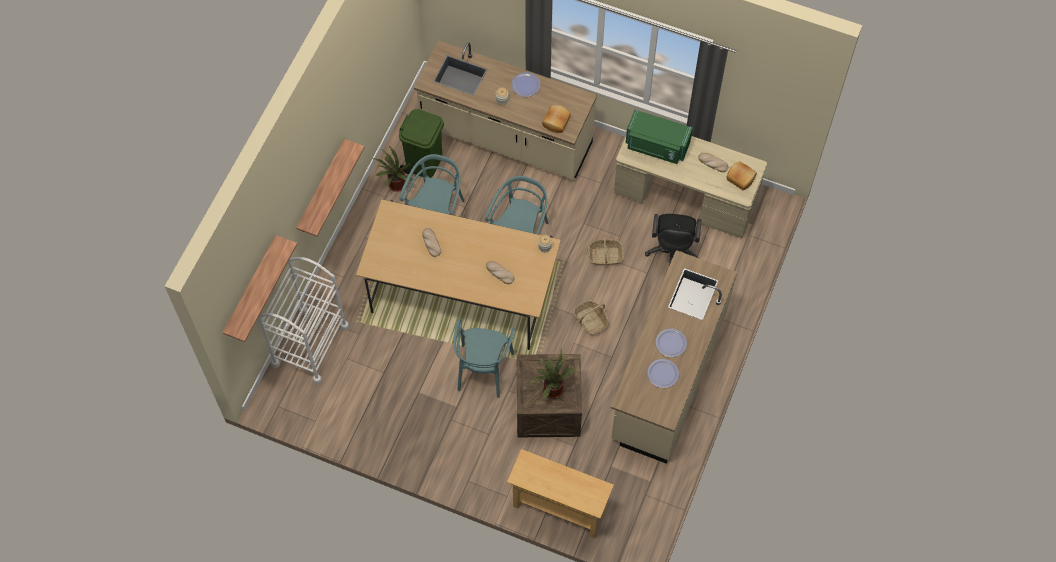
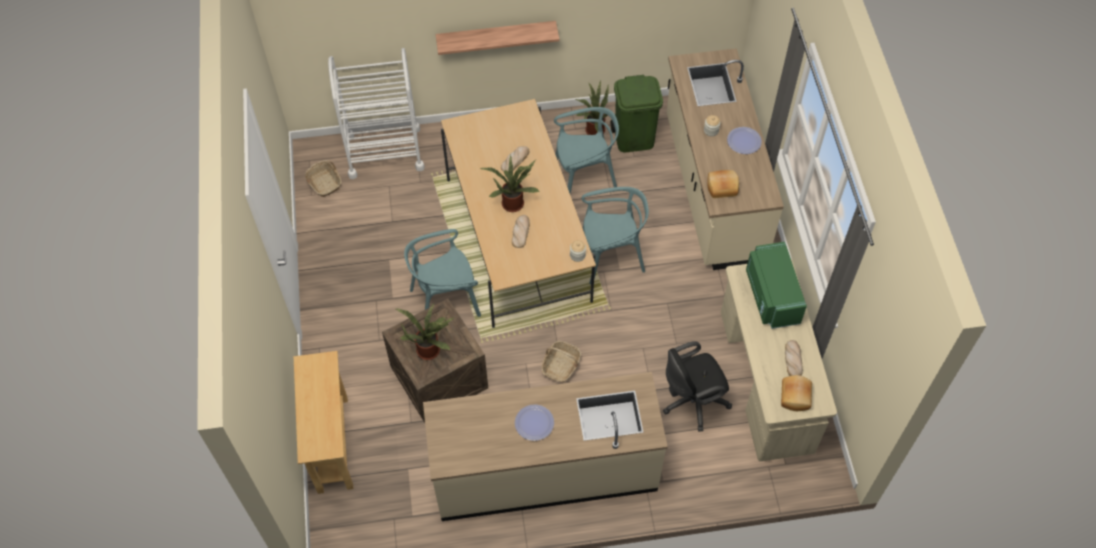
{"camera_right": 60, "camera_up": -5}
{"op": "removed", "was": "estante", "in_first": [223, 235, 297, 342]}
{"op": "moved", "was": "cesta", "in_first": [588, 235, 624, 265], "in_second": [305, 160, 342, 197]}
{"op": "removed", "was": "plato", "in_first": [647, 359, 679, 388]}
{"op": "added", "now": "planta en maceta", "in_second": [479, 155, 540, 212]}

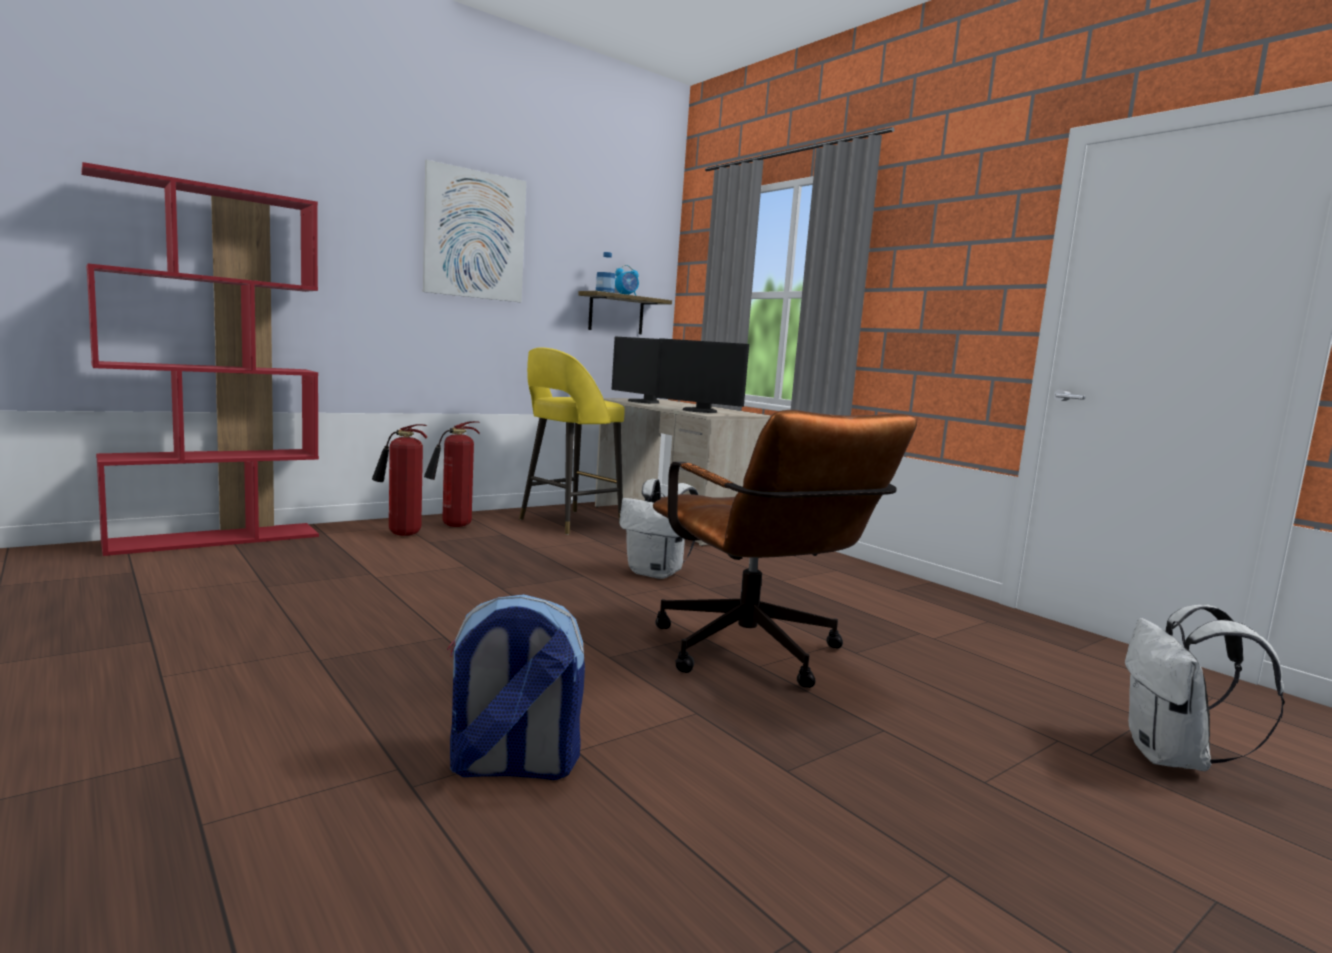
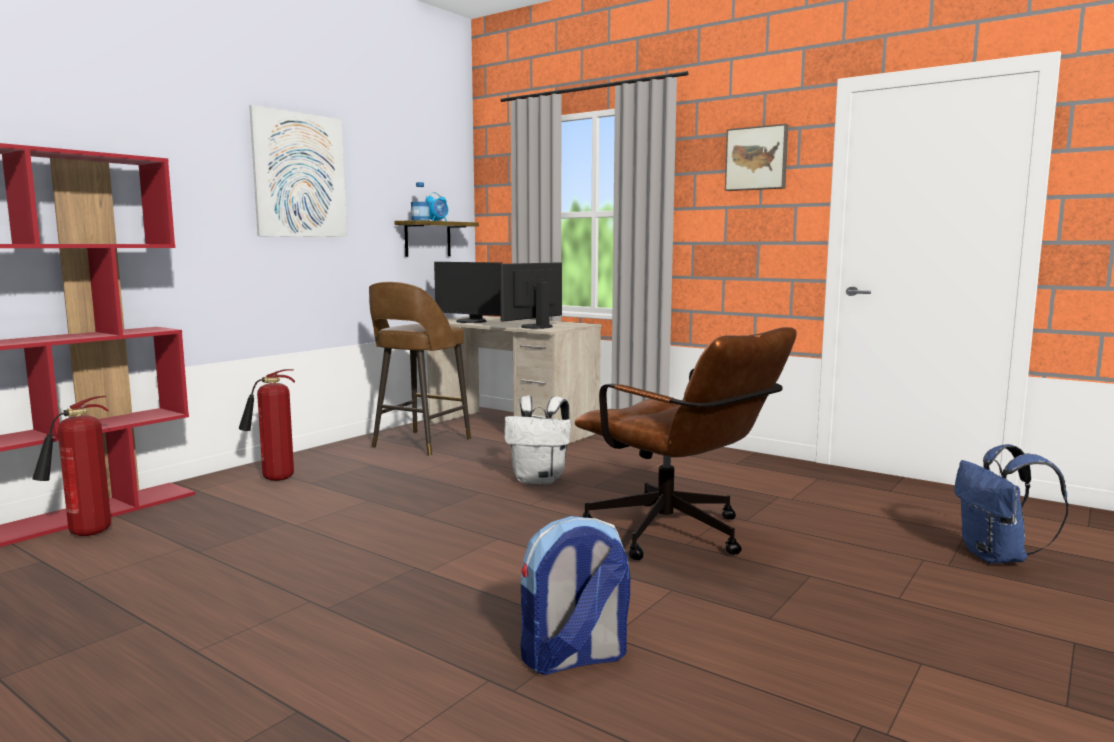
{"camera_right": -15, "camera_up": 0}
{"op": "moved", "was": "extintor", "in_first": [424, 421, 480, 527], "in_second": [32, 396, 111, 536]}
{"op": "recoloured", "was": "taburete [amarillo]", "now": "taburete [marrón]", "in_first": [519, 347, 625, 535], "in_second": [369, 282, 471, 456]}
{"op": "turned", "was": "monitor", "in_first": [655, 338, 749, 413], "in_second": [500, 262, 562, 329], "clockwise": 120}
{"op": "recoloured", "was": "mochila [blanco]", "now": "mochila [azul]", "in_first": [1125, 605, 1285, 771], "in_second": [954, 444, 1069, 564]}
{"op": "added", "now": "cuadro", "in_second": [725, 124, 788, 191]}

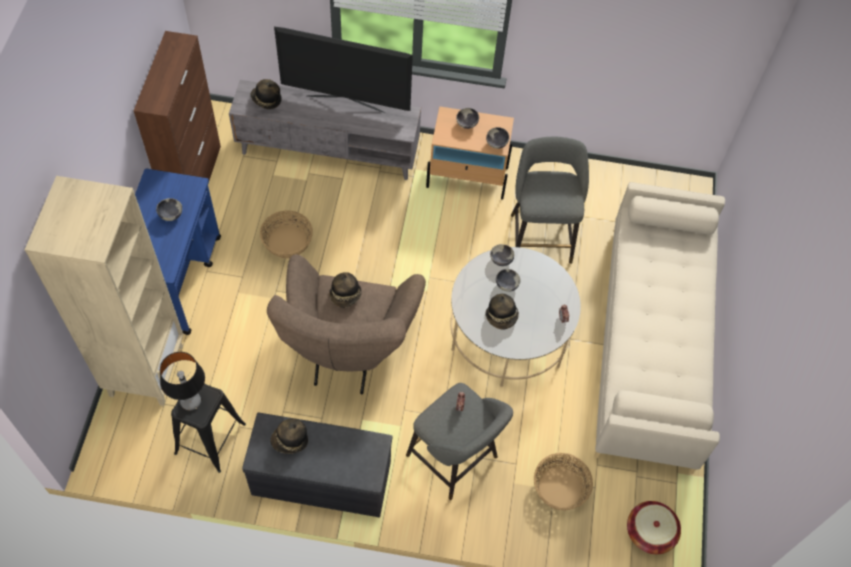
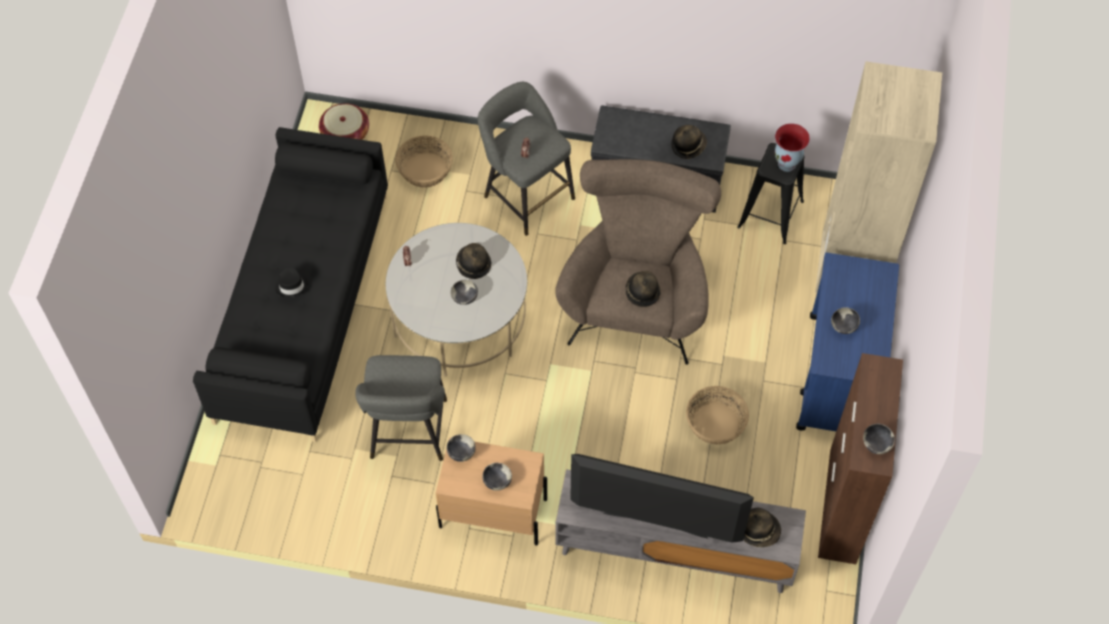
{"camera_right": -175, "camera_up": 0}
{"op": "replaced", "was": "lámpara de mesa", "now": "florero", "in_first": [160, 352, 205, 410], "in_second": [775, 123, 810, 172]}
{"op": "moved", "was": "cuenco", "in_first": [490, 244, 514, 266], "in_second": [863, 424, 895, 454]}
{"op": "recoloured", "was": "sofá [beis]", "now": "sofá [negro]", "in_first": [595, 182, 725, 474], "in_second": [193, 127, 388, 442]}
{"op": "added", "now": "sombrero [negro]", "in_second": [275, 267, 308, 297]}

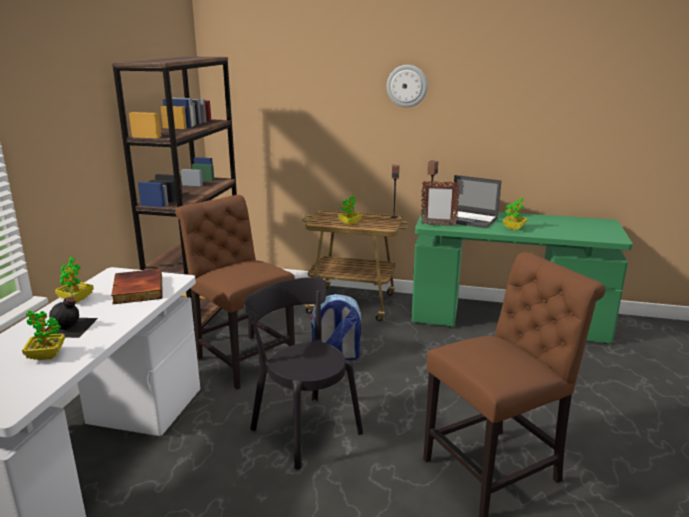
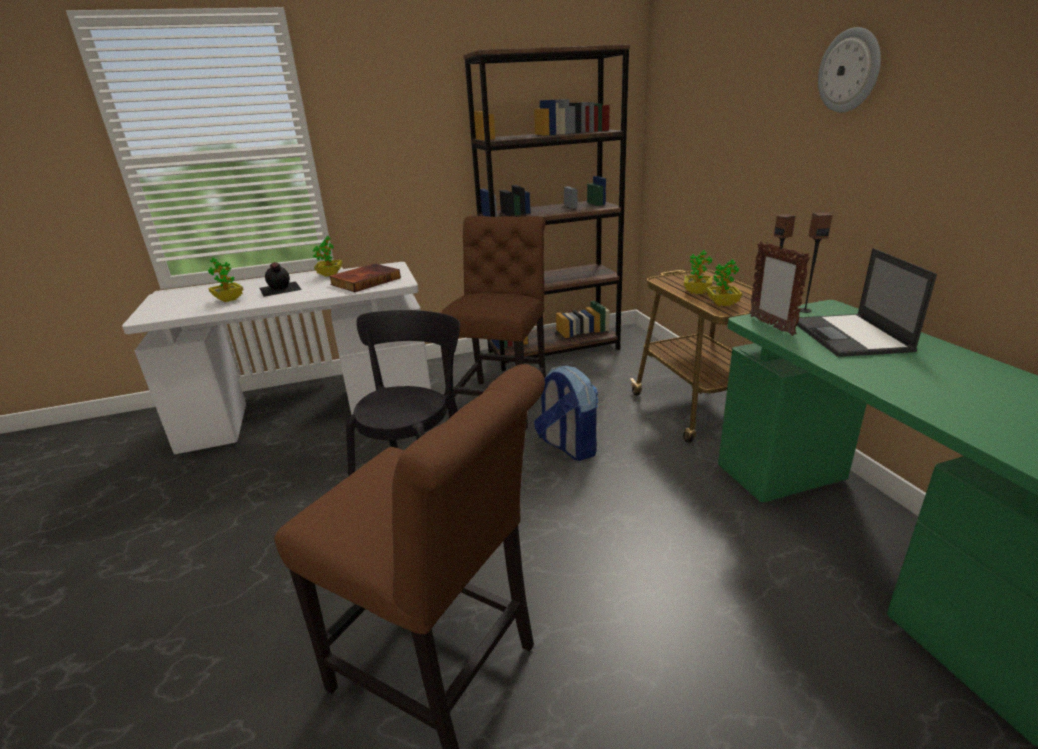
{"camera_right": 60, "camera_up": 5}
{"op": "moved", "was": "planta en maceta", "in_first": [503, 197, 527, 230], "in_second": [706, 259, 743, 306]}

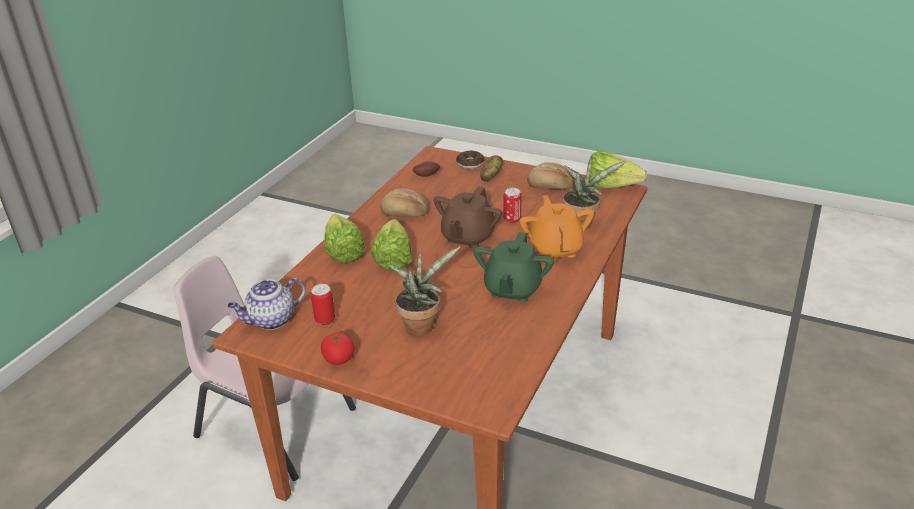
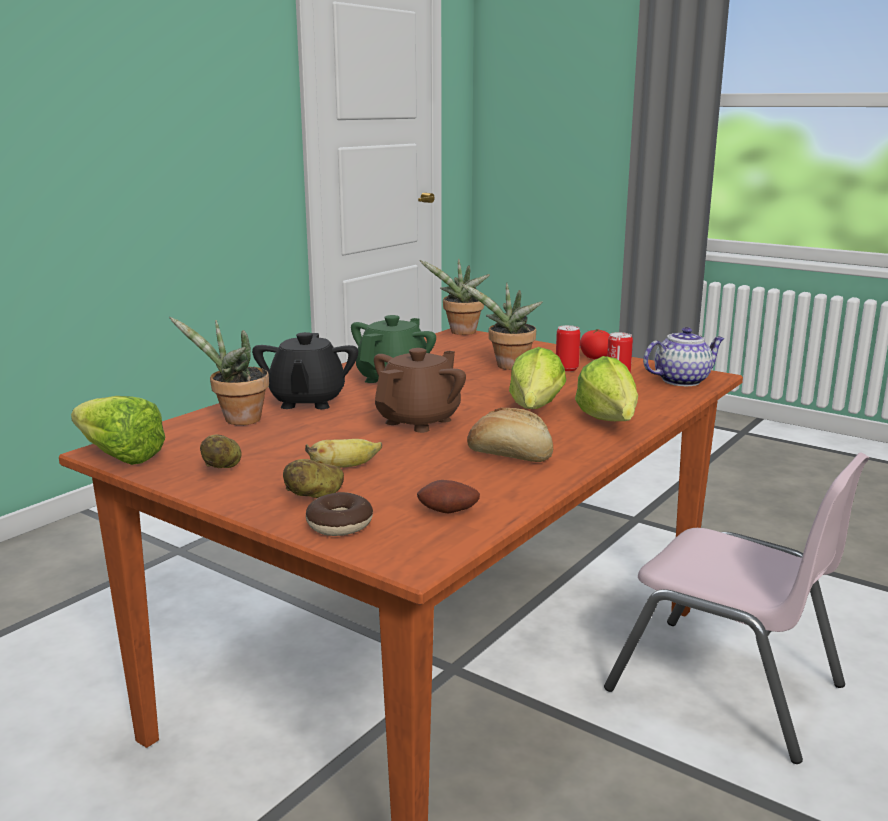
{"camera_right": -170, "camera_up": -15}
{"op": "moved", "was": "lata", "in_first": [503, 188, 521, 223], "in_second": [556, 325, 580, 372]}
{"op": "recoloured", "was": "tetera [naranja]", "now": "tetera [negro]", "in_first": [520, 195, 594, 258], "in_second": [252, 332, 358, 409]}
{"op": "replaced", "was": "pan", "now": "patata", "in_first": [527, 162, 574, 189], "in_second": [200, 434, 242, 468]}
{"op": "added", "now": "plátano", "in_second": [305, 439, 382, 468]}
{"op": "added", "now": "planta en maceta", "in_second": [419, 259, 490, 335]}

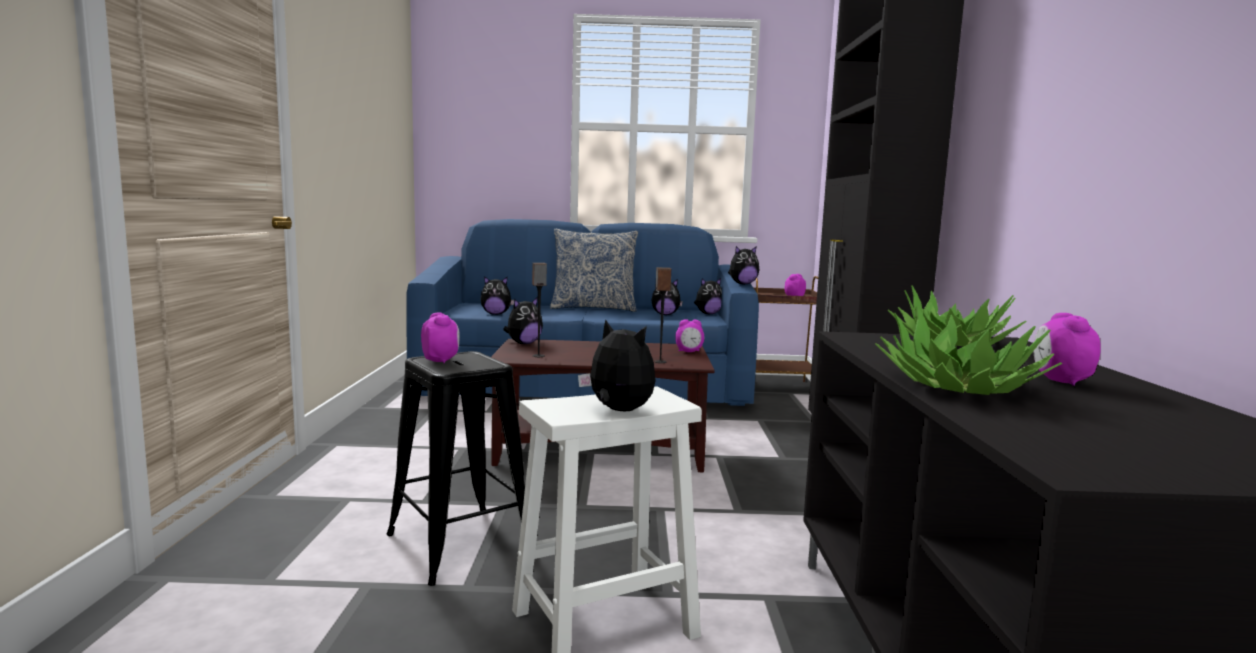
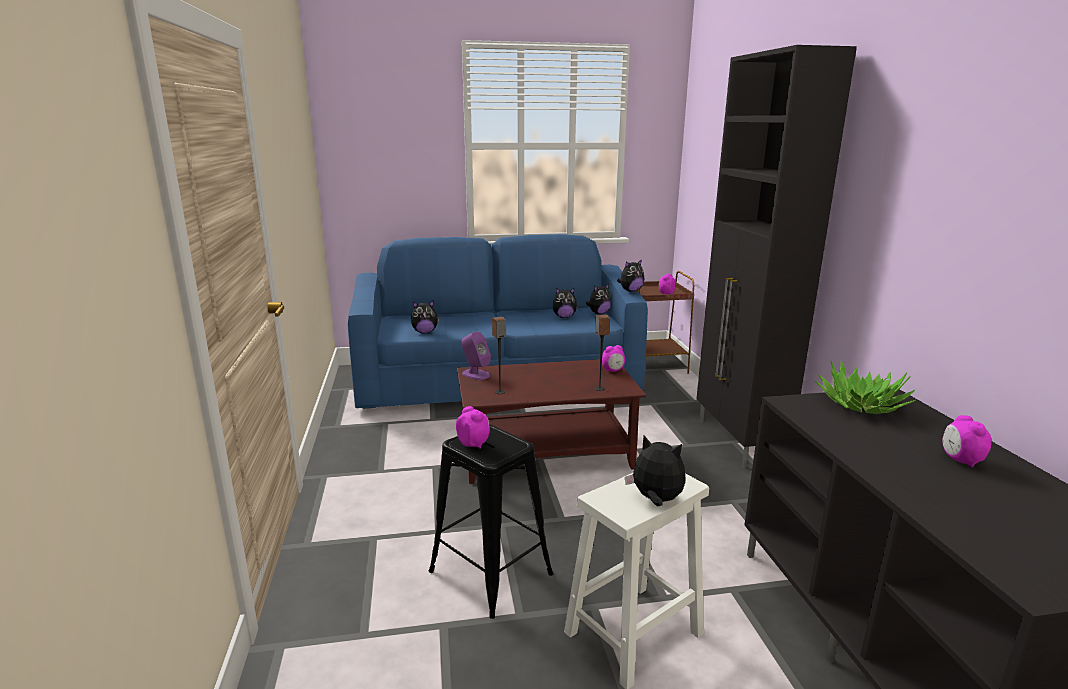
{"camera_right": -10, "camera_up": 10}
{"op": "replaced", "was": "peluche", "now": "altavoz [morado]", "in_first": [503, 297, 543, 344], "in_second": [461, 331, 491, 380]}
{"op": "removed", "was": "cojín", "in_first": [550, 229, 638, 312]}
{"op": "removed", "was": "planta en maceta", "in_first": [875, 307, 1062, 395]}

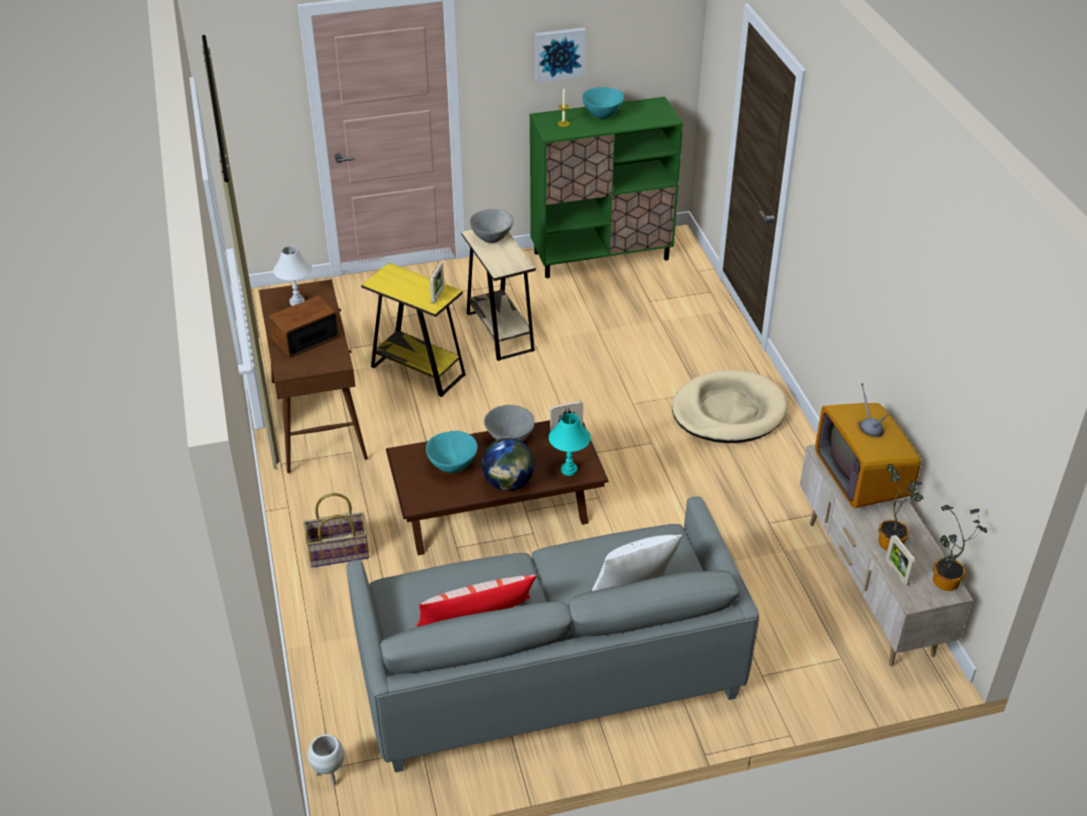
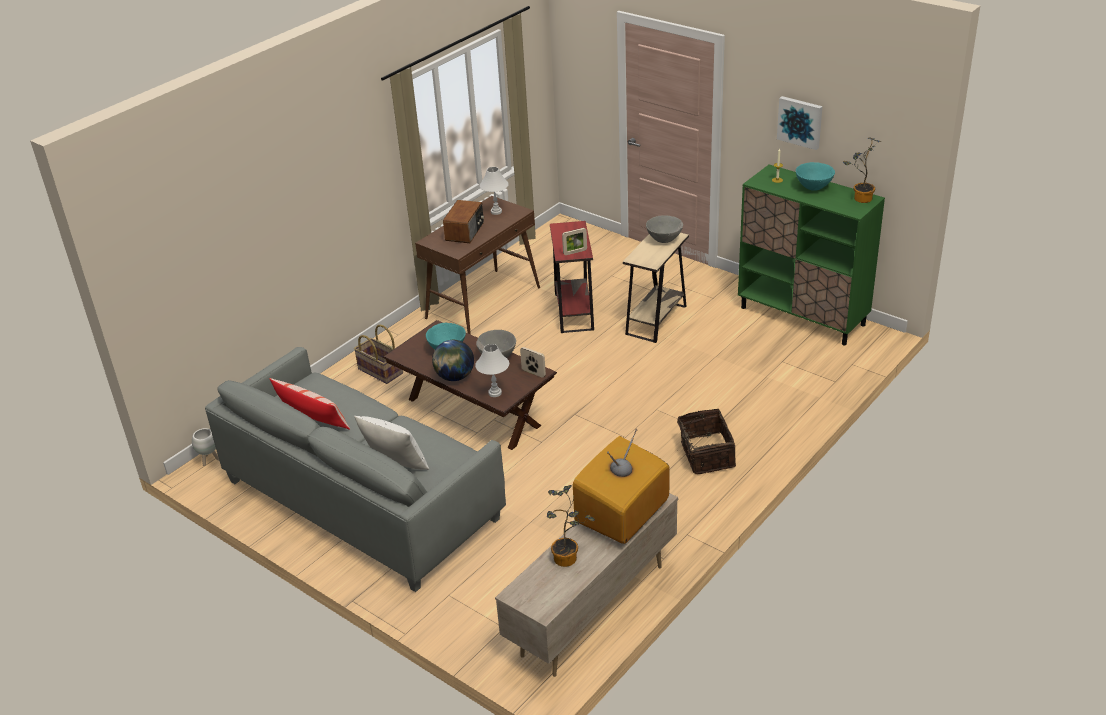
{"camera_right": 55, "camera_up": -5}
{"op": "turned", "was": "radio", "in_first": [269, 296, 340, 358], "in_second": [443, 200, 484, 243], "clockwise": 90}
{"op": "recoloured", "was": "mesa auxiliar [amarillo]", "now": "mesa auxiliar [rojo]", "in_first": [361, 263, 466, 397], "in_second": [550, 221, 594, 333]}
{"op": "recoloured", "was": "lámpara de mesa [turquesa]", "now": "lámpara de mesa [blanco]", "in_first": [549, 413, 591, 476], "in_second": [475, 344, 509, 397]}
{"op": "replaced", "was": "cama para perro [beis]", "now": "cesta", "in_first": [672, 370, 788, 443], "in_second": [676, 409, 736, 475]}
{"op": "removed", "was": "portarretratos", "in_first": [886, 535, 916, 585]}
{"op": "moved", "was": "planta en maceta", "in_first": [933, 505, 987, 591], "in_second": [843, 138, 882, 203]}

